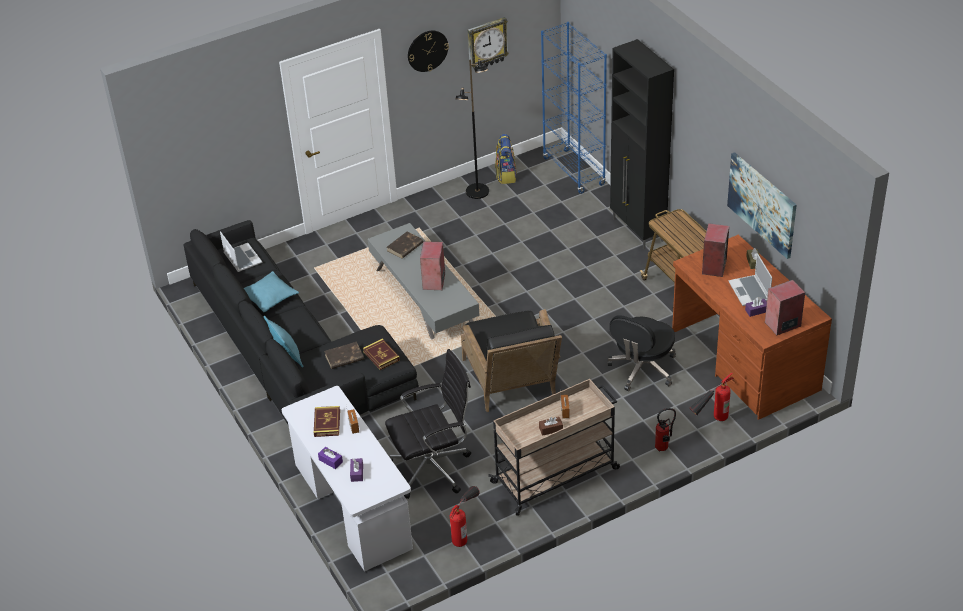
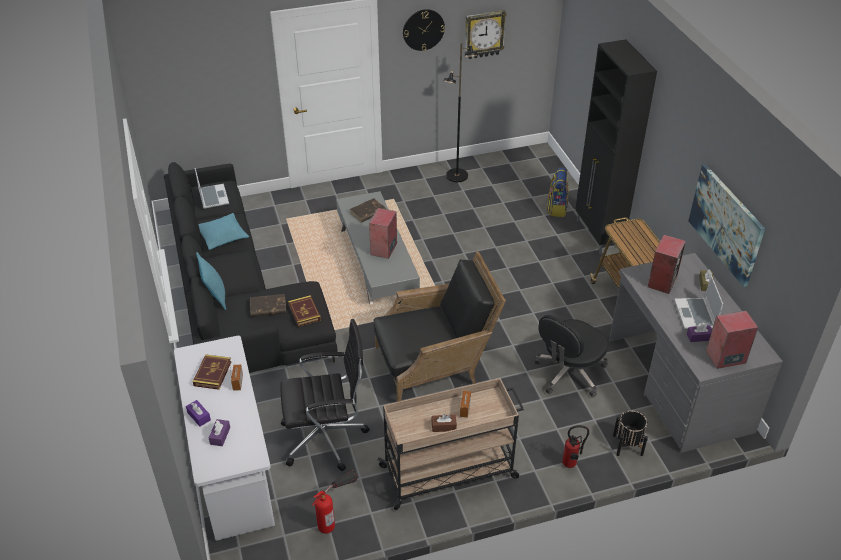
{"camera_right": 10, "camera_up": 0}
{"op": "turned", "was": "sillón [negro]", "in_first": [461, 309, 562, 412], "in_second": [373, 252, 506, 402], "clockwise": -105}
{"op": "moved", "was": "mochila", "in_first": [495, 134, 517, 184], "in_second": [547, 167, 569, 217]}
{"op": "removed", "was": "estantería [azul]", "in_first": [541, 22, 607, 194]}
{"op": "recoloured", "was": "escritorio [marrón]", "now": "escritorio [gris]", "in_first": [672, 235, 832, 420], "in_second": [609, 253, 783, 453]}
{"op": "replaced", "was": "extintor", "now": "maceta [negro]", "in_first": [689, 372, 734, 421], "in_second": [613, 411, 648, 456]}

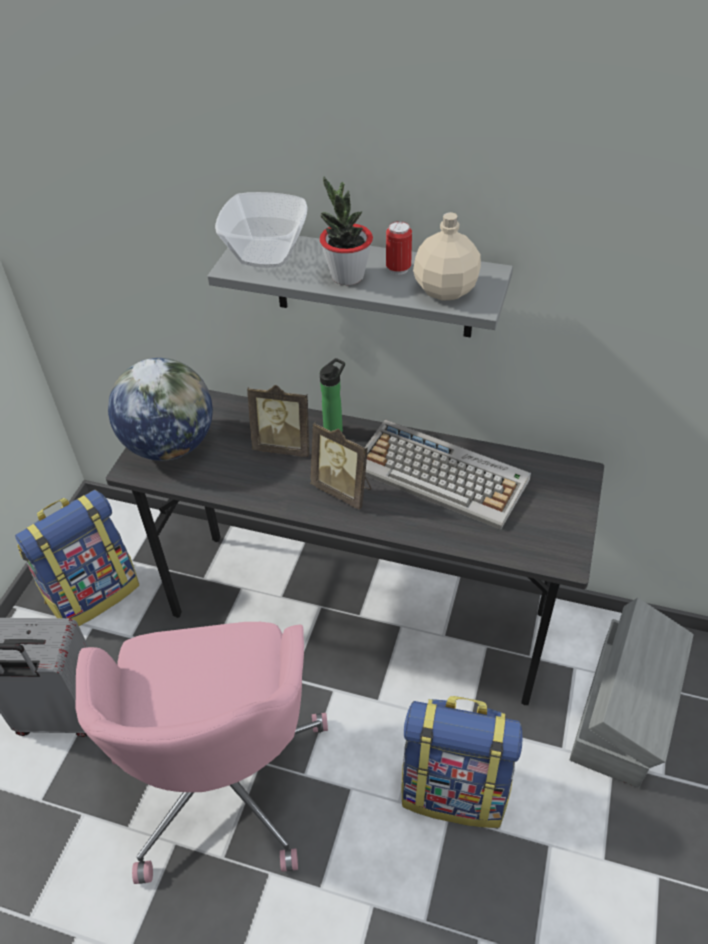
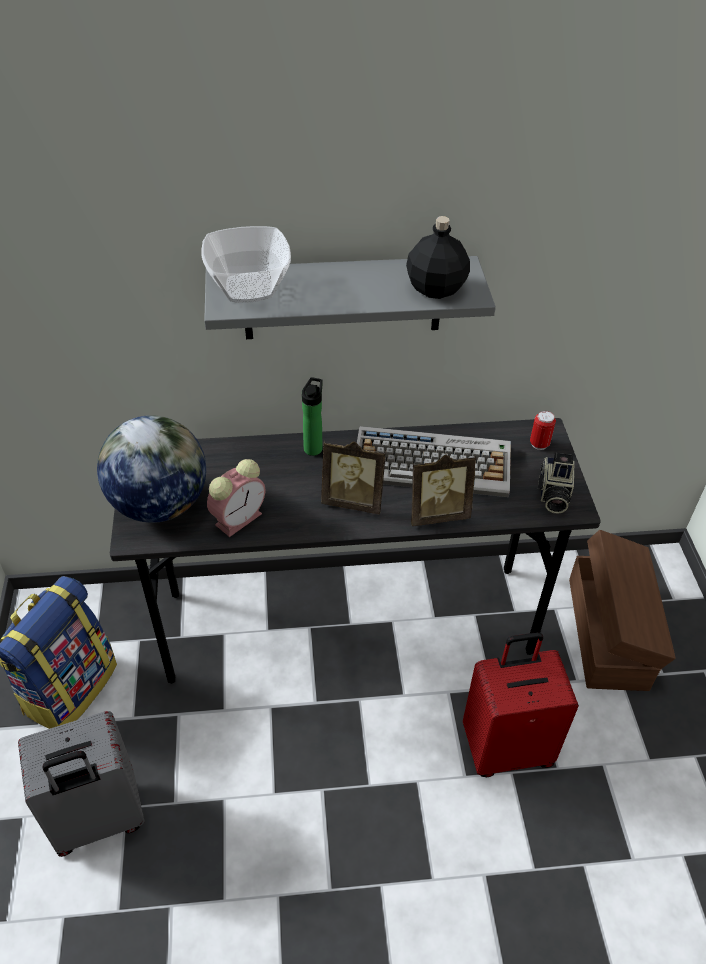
{"camera_right": -25, "camera_up": 0}
{"op": "removed", "was": "silla de oficina [rosa]", "in_first": [75, 622, 328, 884]}
{"op": "moved", "was": "portarretratos", "in_first": [247, 385, 309, 457], "in_second": [411, 455, 476, 526]}
{"op": "removed", "was": "planta en maceta", "in_first": [320, 176, 373, 285]}
{"op": "moved", "was": "lata", "in_first": [386, 221, 412, 275], "in_second": [530, 411, 556, 450]}
{"op": "replaced", "was": "mochila", "now": "maleta [rojo]", "in_first": [402, 696, 522, 828], "in_second": [463, 632, 579, 777]}
{"op": "recoloured", "was": "botella [beis]", "now": "botella [negro]", "in_first": [413, 212, 481, 301], "in_second": [406, 216, 470, 299]}
{"op": "recoloured", "was": "caja de almacenaje [gris]", "now": "caja de almacenaje [marrón]", "in_first": [570, 598, 694, 788], "in_second": [569, 530, 676, 691]}
{"op": "added", "now": "despertador", "in_second": [207, 459, 265, 537]}
{"op": "added", "now": "cámara", "in_second": [538, 453, 574, 513]}

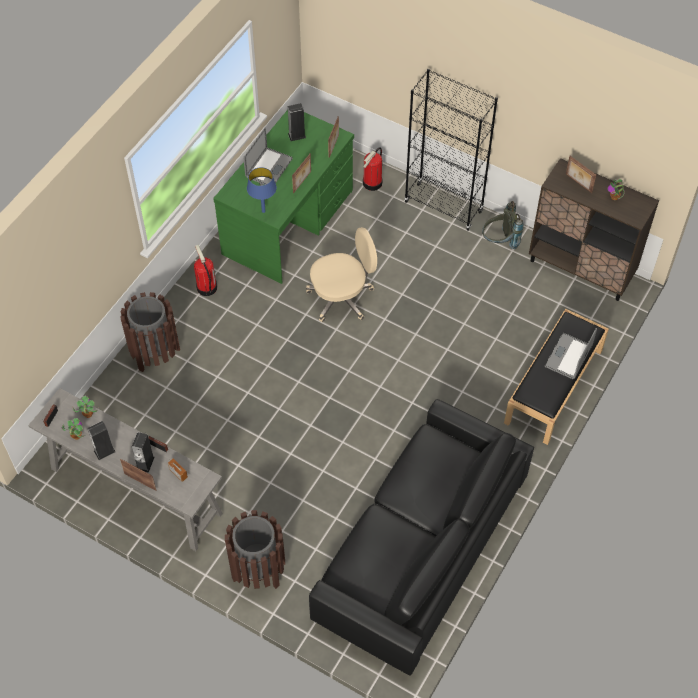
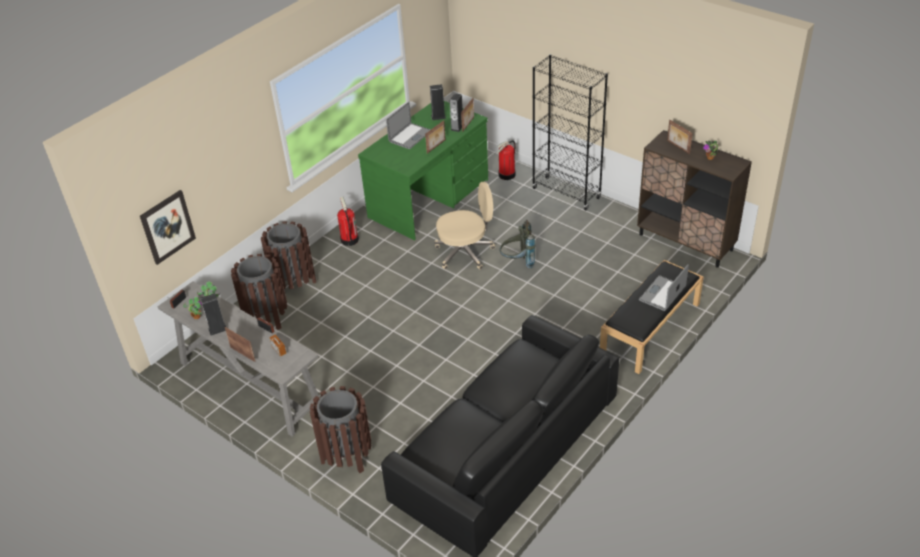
{"camera_right": 10, "camera_up": -15}
{"op": "moved", "was": "altavoz", "in_first": [132, 432, 155, 473], "in_second": [449, 93, 463, 132]}
{"op": "removed", "was": "lámpara de mesa [azul]", "in_first": [247, 167, 277, 213]}
{"op": "moved", "was": "mochila [gris]", "in_first": [482, 201, 524, 249], "in_second": [499, 220, 536, 268]}
{"op": "added", "now": "cuadro", "in_second": [140, 190, 196, 265]}
{"op": "added", "now": "papelera [marrón]", "in_second": [231, 254, 287, 330]}

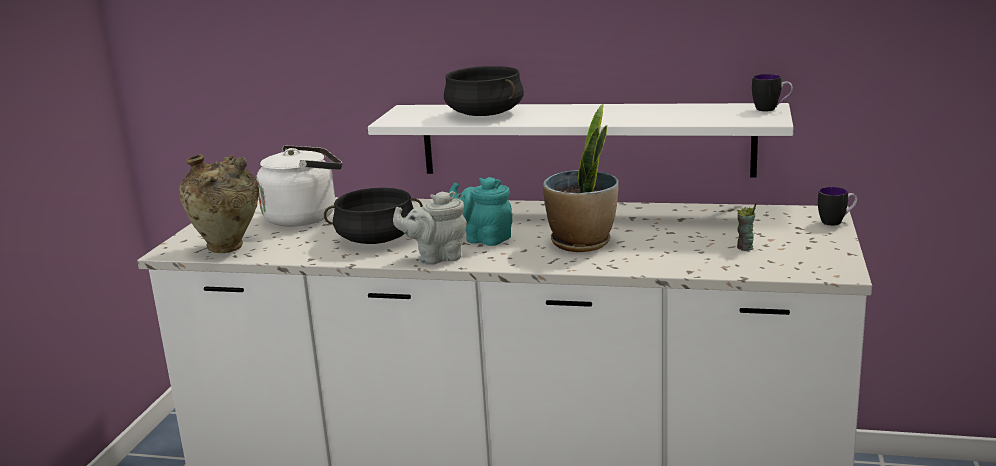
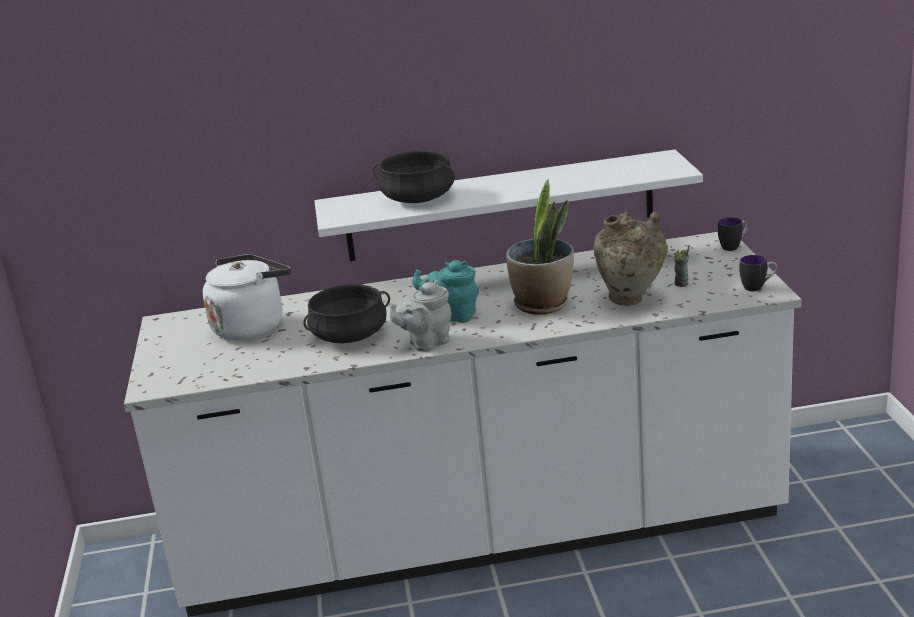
{"camera_right": -20, "camera_up": 5}
{"op": "moved", "was": "florero [beis]", "in_first": [179, 154, 259, 253], "in_second": [593, 211, 668, 306]}
{"op": "moved", "was": "taza grande", "in_first": [752, 74, 793, 112], "in_second": [740, 255, 777, 291]}

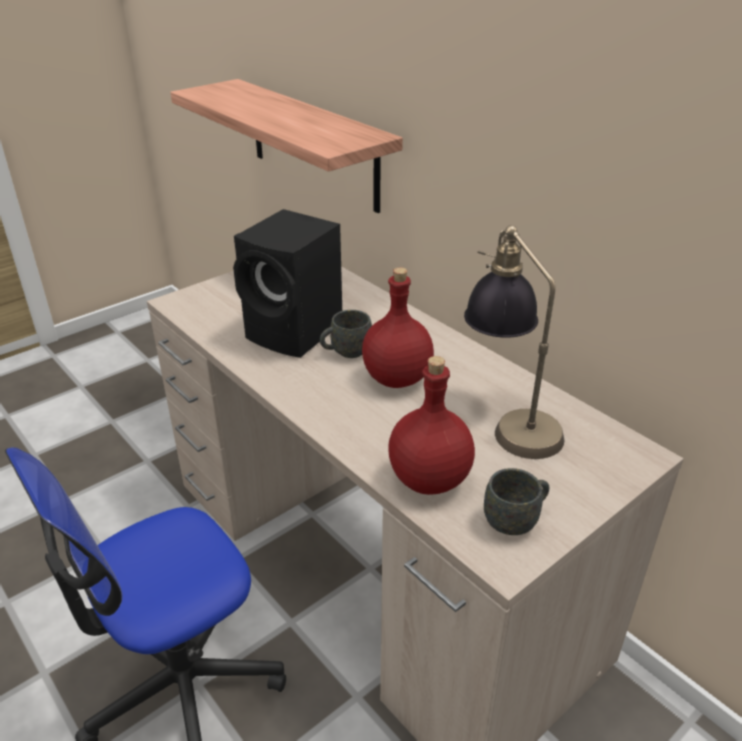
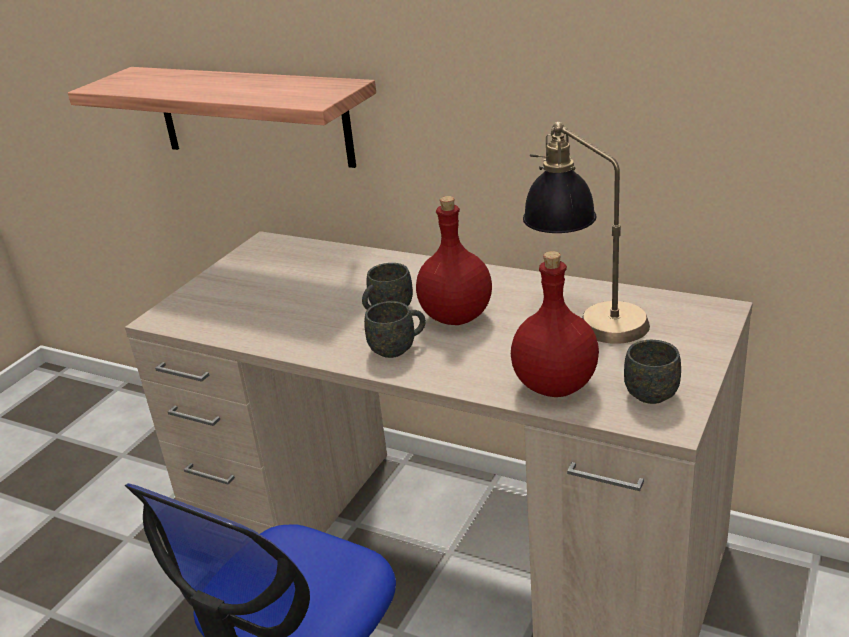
{"camera_right": -20, "camera_up": -5}
{"op": "removed", "was": "altavoz [negro]", "in_first": [233, 209, 342, 358]}
{"op": "added", "now": "taza grande [gris]", "in_second": [364, 301, 426, 358]}

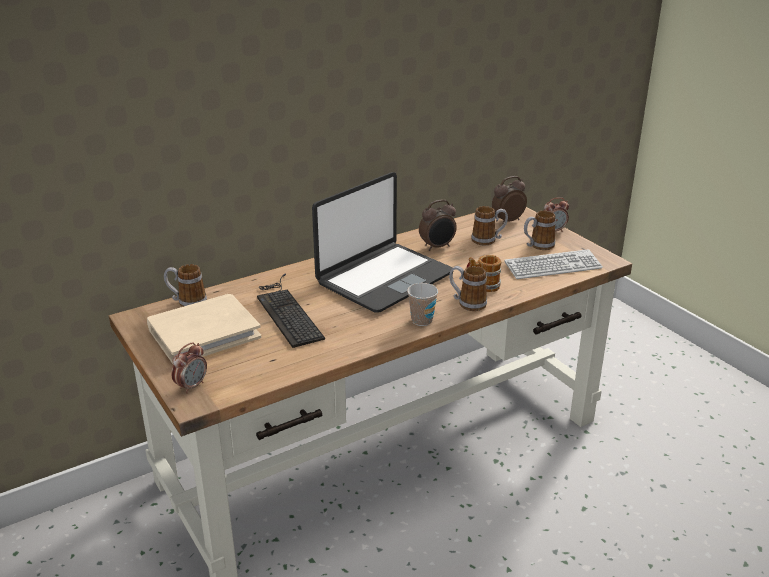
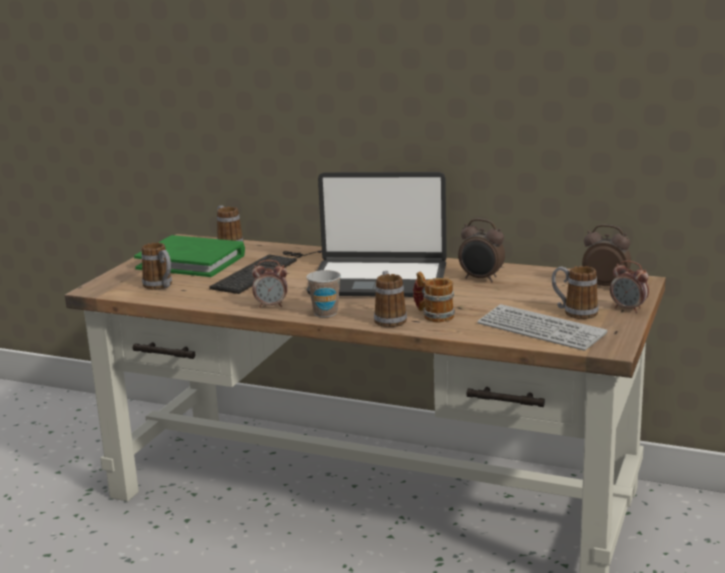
{"camera_right": 55, "camera_up": -10}
{"op": "recoloured", "was": "libro [beis]", "now": "libro [verde]", "in_first": [147, 294, 261, 364], "in_second": [134, 235, 245, 277]}
{"op": "moved", "was": "despertador", "in_first": [171, 342, 207, 394], "in_second": [252, 260, 288, 308]}
{"op": "moved", "was": "taza grande", "in_first": [471, 206, 508, 245], "in_second": [141, 243, 172, 290]}

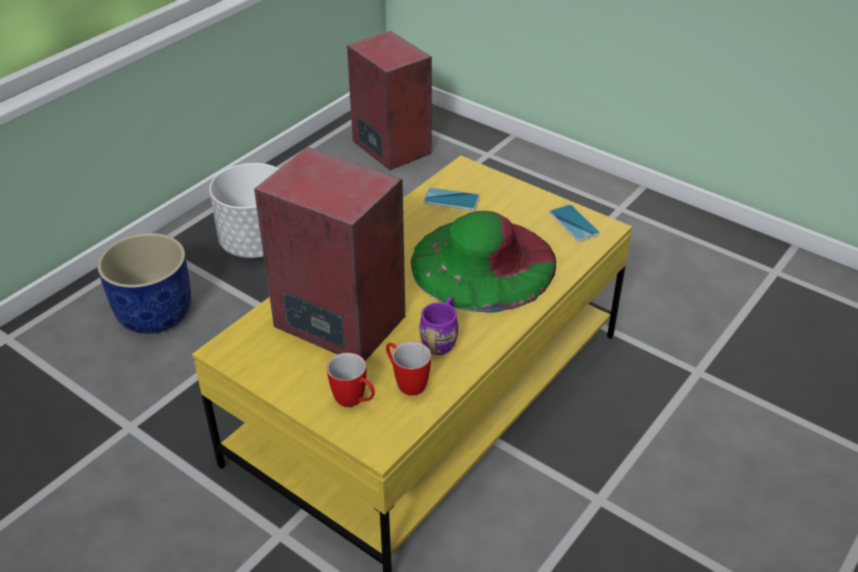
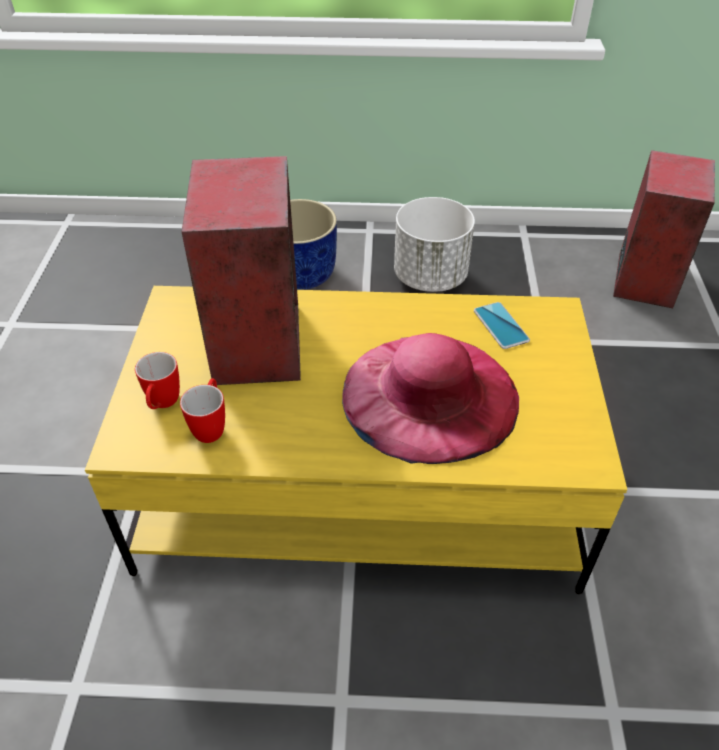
{"camera_right": 55, "camera_up": 5}
{"op": "recoloured", "was": "sombrero [verde]", "now": "sombrero [rosa]", "in_first": [411, 211, 556, 313], "in_second": [342, 333, 519, 464]}
{"op": "removed", "was": "taza grande [morado]", "in_first": [419, 297, 458, 355]}
{"op": "removed", "was": "móvil", "in_first": [549, 205, 600, 241]}

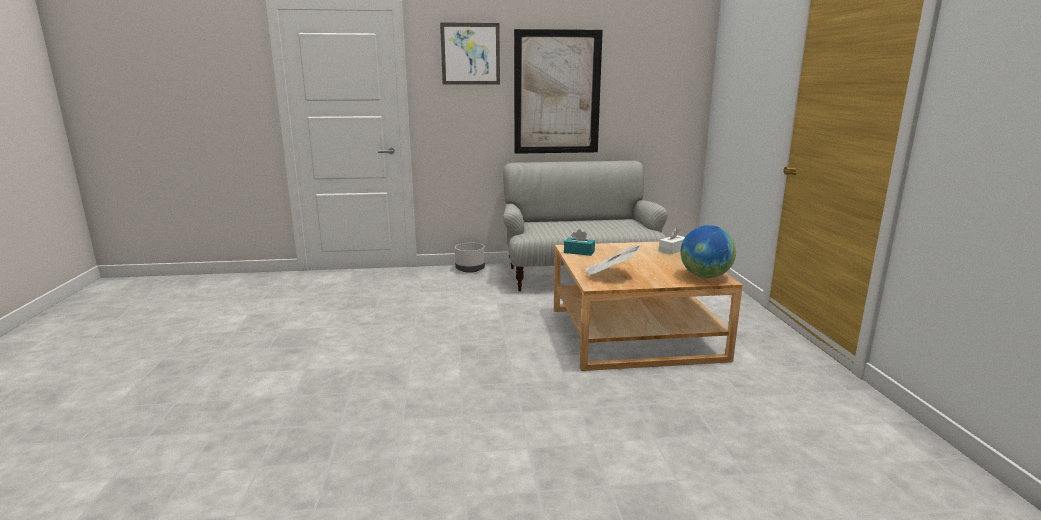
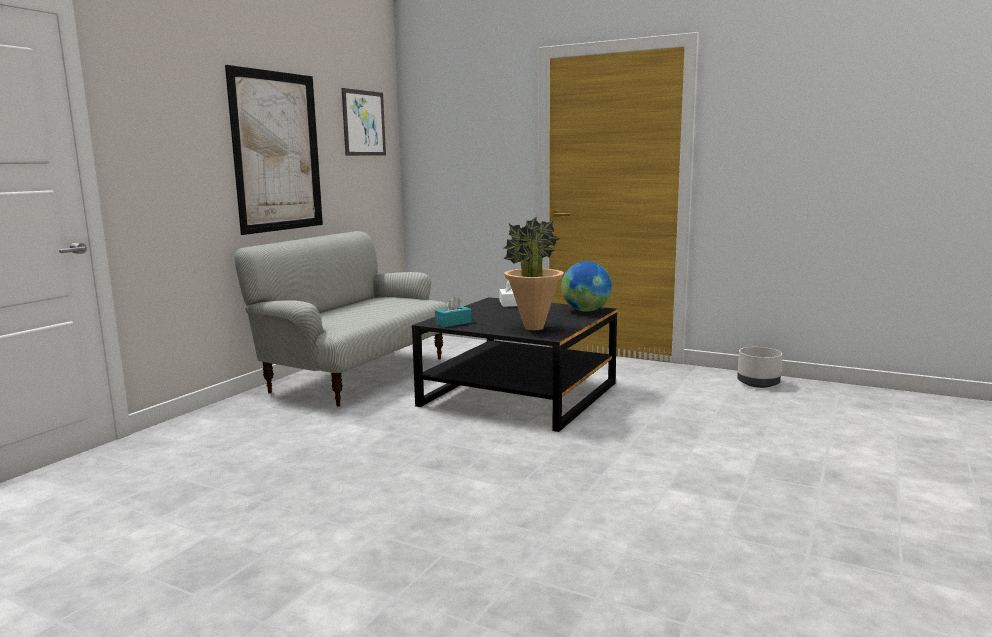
{"camera_right": -55, "camera_up": -5}
{"op": "moved", "was": "cuadro", "in_first": [440, 22, 500, 85], "in_second": [341, 88, 386, 156]}
{"op": "moved", "was": "maceta [gris]", "in_first": [455, 243, 485, 273], "in_second": [737, 347, 782, 388]}
{"op": "recoloured", "was": "mesa de centro [beis]", "now": "mesa de centro [negro]", "in_first": [554, 241, 743, 371], "in_second": [412, 297, 617, 432]}
{"op": "replaced", "was": "periódico", "now": "planta en maceta", "in_first": [585, 245, 641, 276], "in_second": [503, 217, 564, 330]}

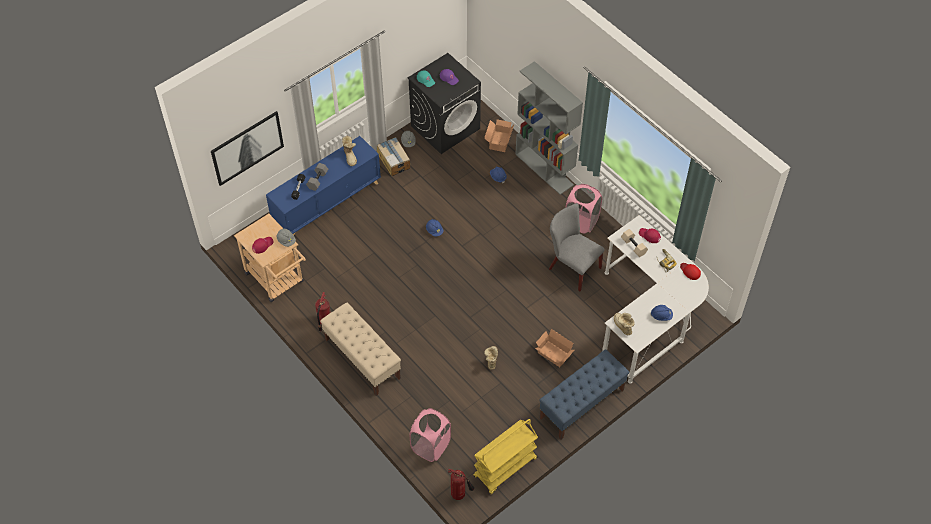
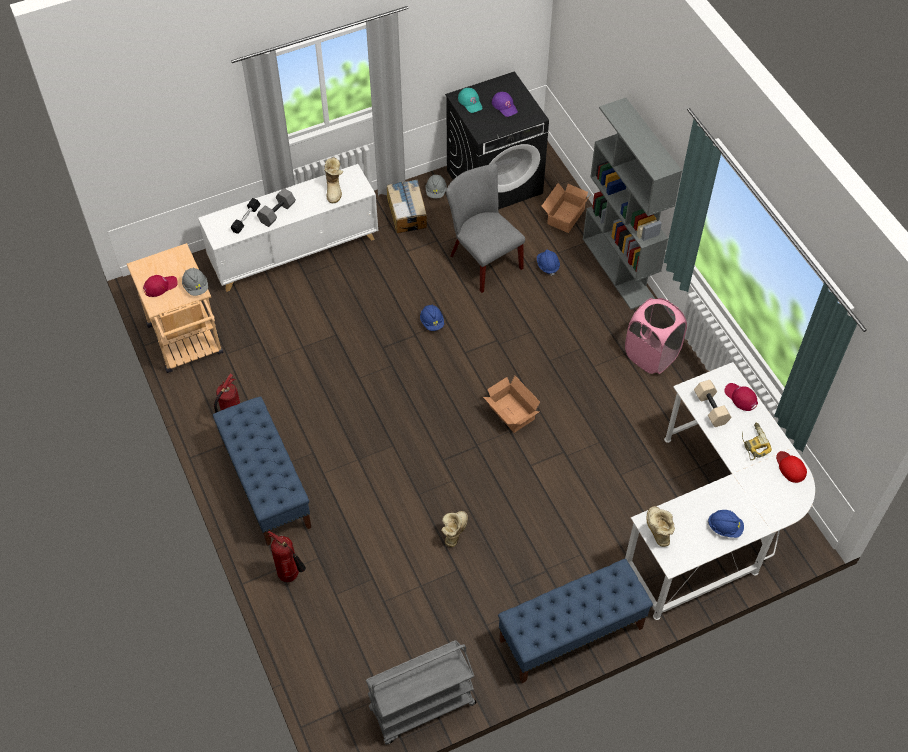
{"camera_right": 15, "camera_up": 0}
{"op": "removed", "was": "cuadro", "in_first": [211, 111, 284, 186]}
{"op": "recoloured", "was": "armario [azul]", "now": "armario [blanco]", "in_first": [266, 136, 381, 235], "in_second": [198, 164, 378, 292]}
{"op": "recoloured", "was": "banco [beis]", "now": "banco [azul]", "in_first": [320, 302, 401, 396], "in_second": [213, 396, 312, 546]}
{"op": "removed", "was": "cesto de la ropa [rosa]", "in_first": [410, 408, 451, 462]}
{"op": "moved", "was": "extintor", "in_first": [448, 469, 474, 500], "in_second": [268, 531, 306, 582]}
{"op": "recoloured", "was": "carrito [amarillo]", "now": "carrito [gris]", "in_first": [474, 419, 538, 494], "in_second": [366, 640, 477, 745]}
{"op": "moved", "was": "caja de cartón", "in_first": [535, 329, 574, 367], "in_second": [483, 376, 540, 433]}
{"op": "moved", "was": "silla [gris]", "in_first": [549, 203, 605, 291], "in_second": [446, 164, 525, 293]}

